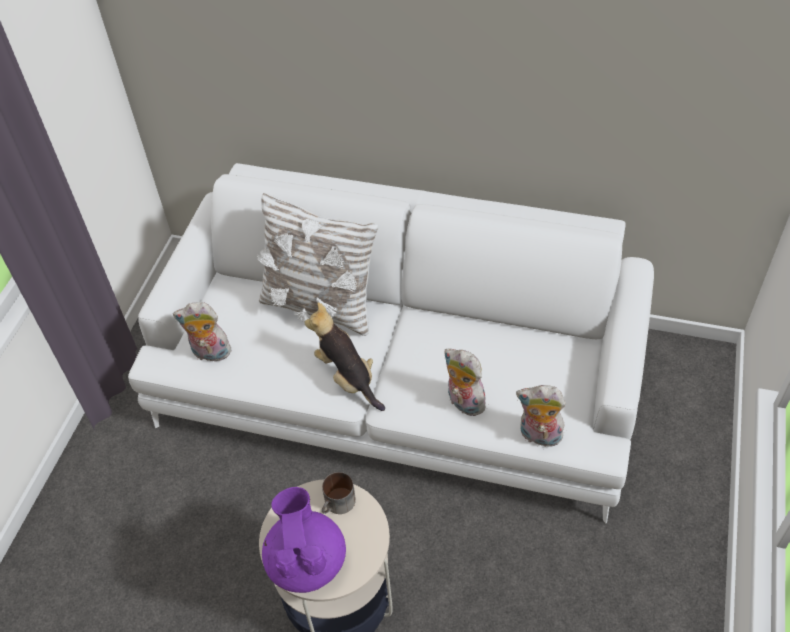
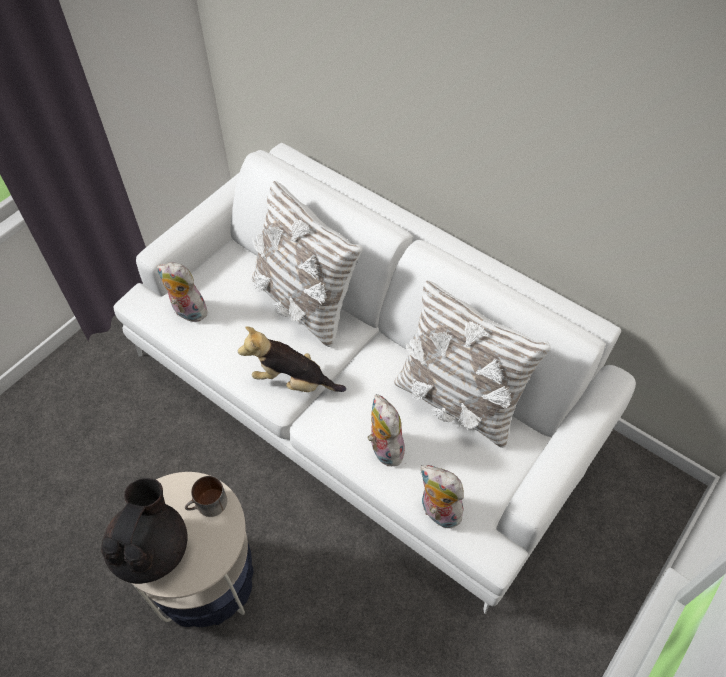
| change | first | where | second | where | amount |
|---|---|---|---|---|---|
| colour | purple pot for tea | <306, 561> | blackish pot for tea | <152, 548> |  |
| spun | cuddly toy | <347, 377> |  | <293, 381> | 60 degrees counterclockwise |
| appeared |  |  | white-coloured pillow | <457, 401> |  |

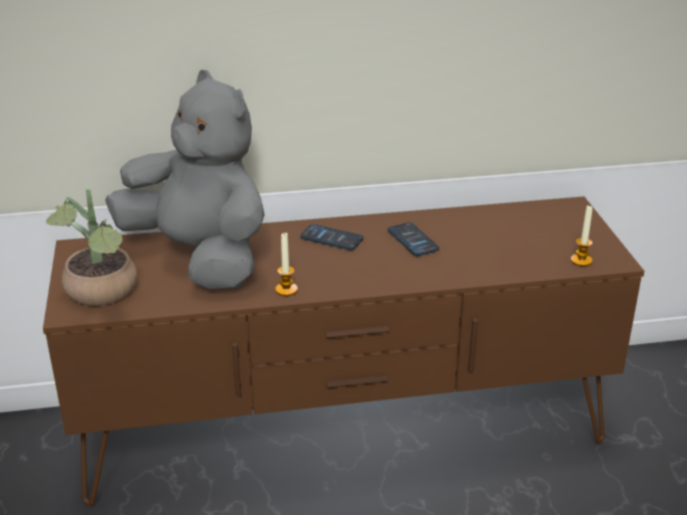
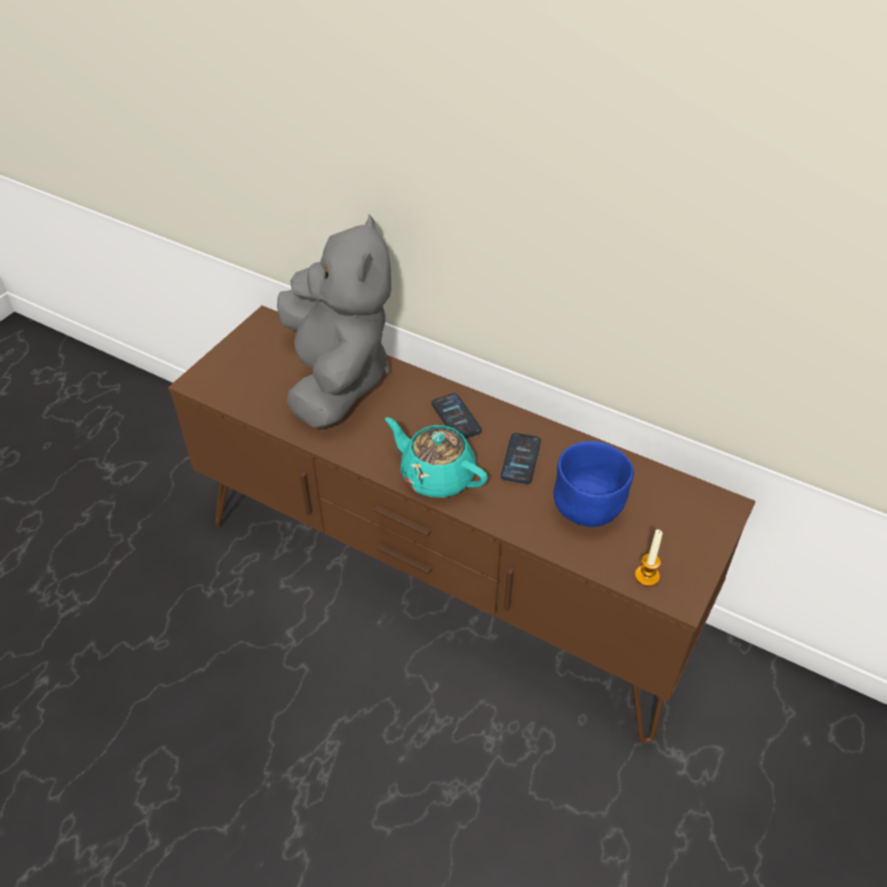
| change | first | where | second | where | amount |
|---|---|---|---|---|---|
| appeared |  |  | turquoise-coloured pot for tea | <436, 476> |  |
| appeared |  |  | bluish bowl | <588, 512> |  |
| missing | plant in a pot | <101, 294> |  |  |  |
| missing | candle | <286, 290> |  |  |  |

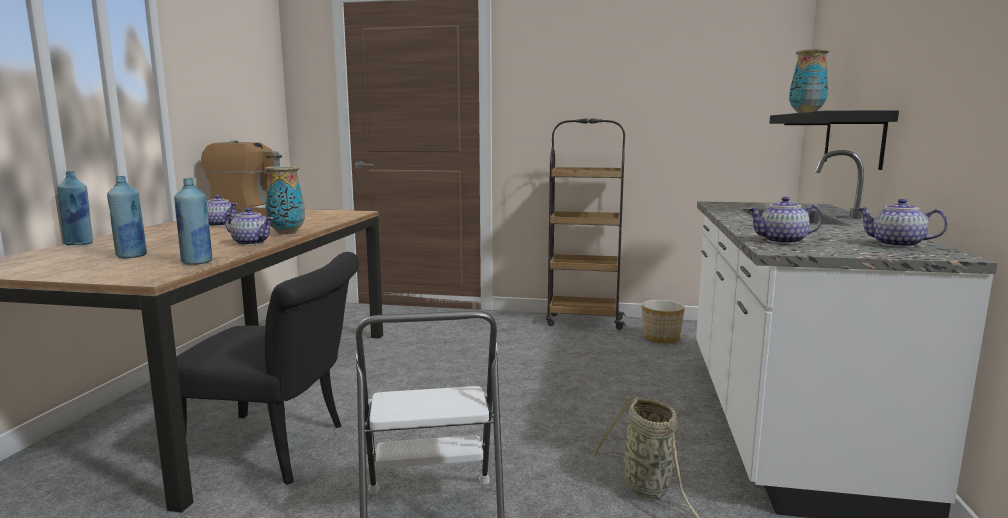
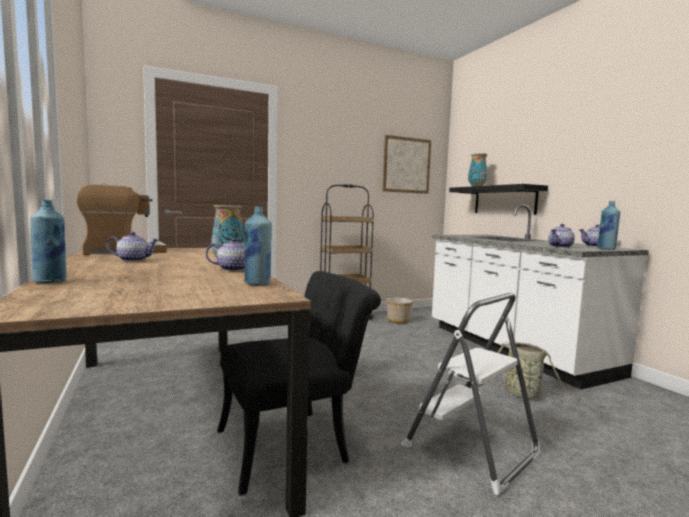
| change | first | where | second | where | amount |
|---|---|---|---|---|---|
| appeared |  |  | picture | <406, 164> |  |
| relocated | bluish beverage bottle | <131, 256> |  | <606, 249> |  |

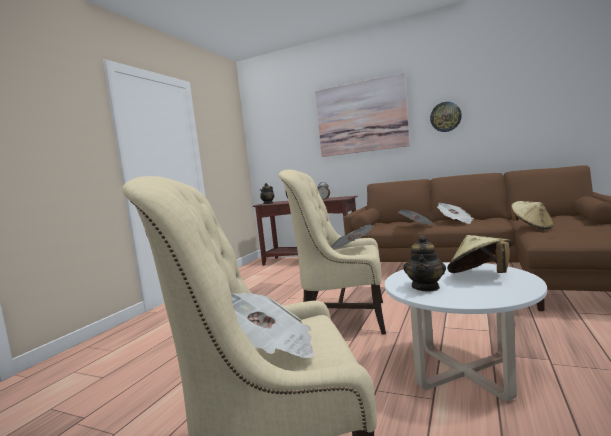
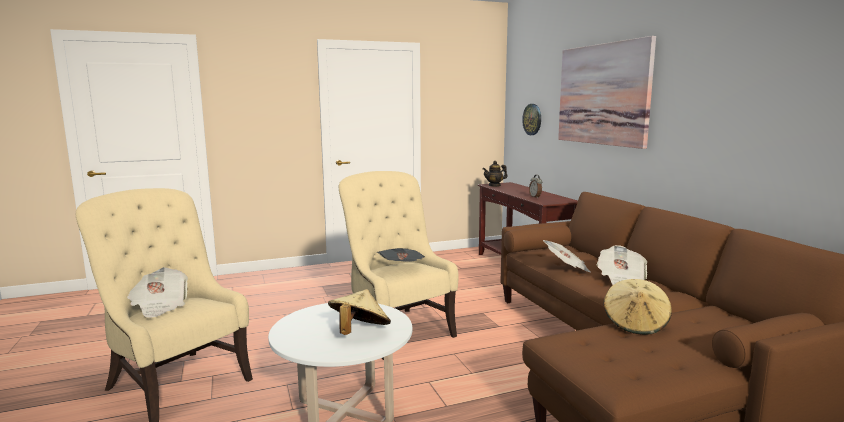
| change | first | where | second | where | amount |
|---|---|---|---|---|---|
| relocated | clock on the wall | <445, 117> |  | <532, 119> |  |
| missing | pot for tea | <426, 287> |  |  |  |

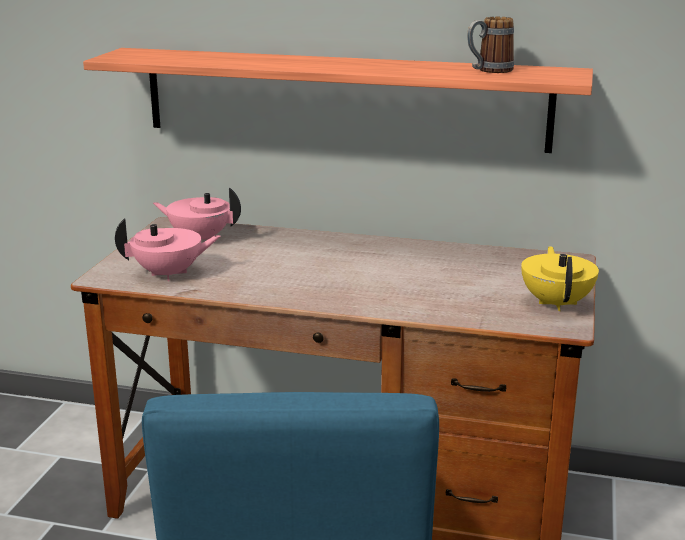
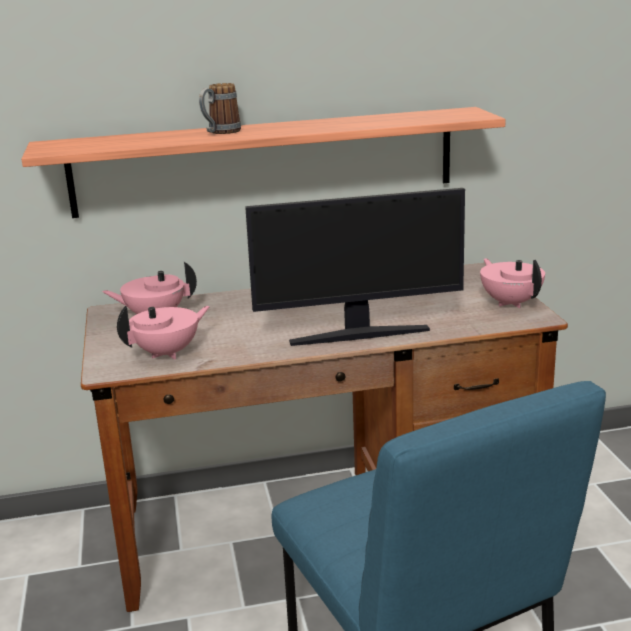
| change | first | where | second | where | amount |
|---|---|---|---|---|---|
| relocated | tea mug | <488, 70> |  | <220, 132> |  |
| appeared |  |  | computer screen | <358, 334> |  |
| colour | yellow pot for tea | <557, 303> | pink-coloured pot for tea | <511, 302> |  |

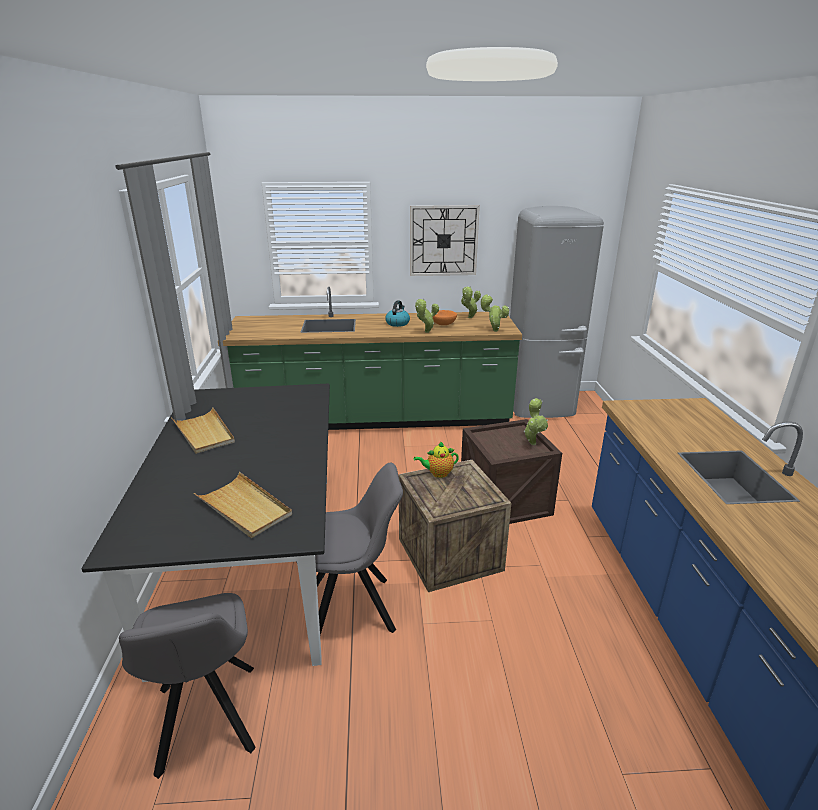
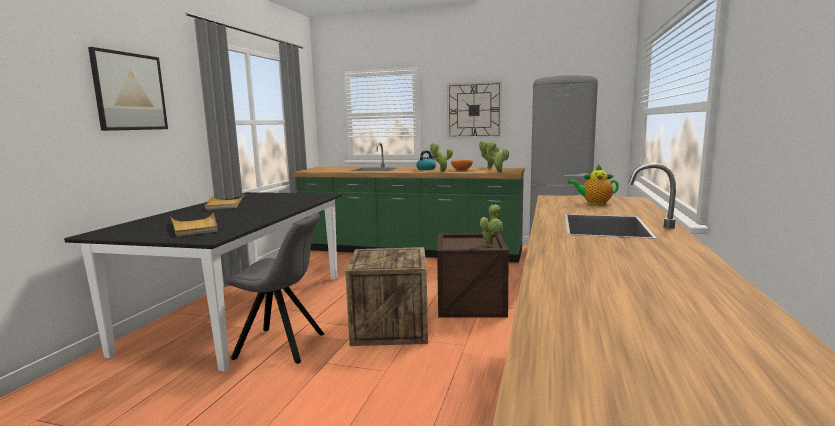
| change | first | where | second | where | amount |
|---|---|---|---|---|---|
| appeared |  |  | picture | <130, 92> |  |
| relocated | pot for tea | <438, 473> |  | <594, 203> |  |
| missing | gray plain chair | <207, 719> |  |  |  |

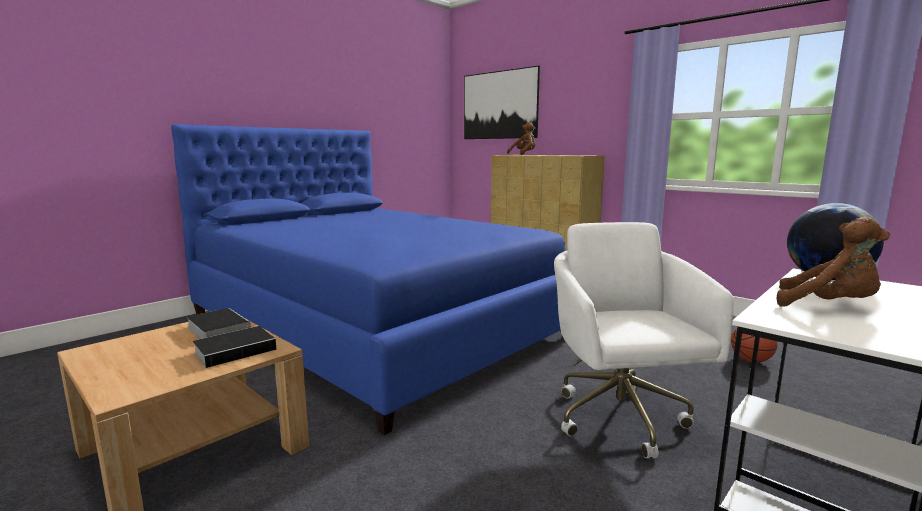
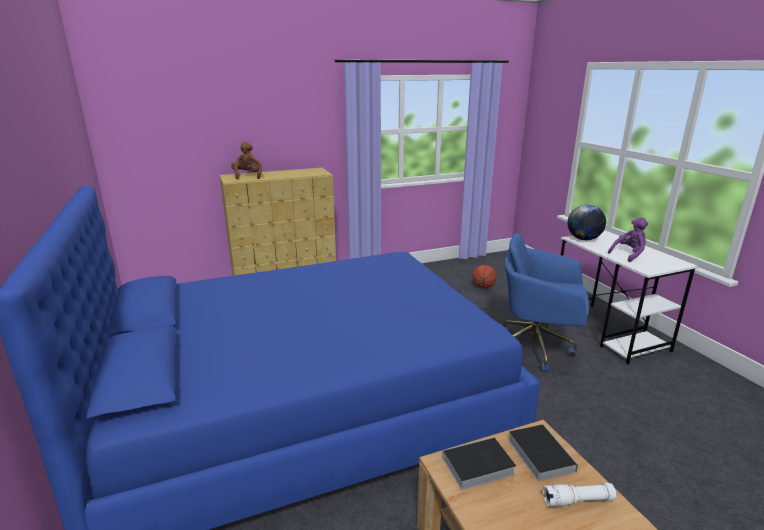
| change | first | where | second | where | amount |
|---|---|---|---|---|---|
| colour | white-coloured office chair | <622, 422> | bluish office chair | <537, 350> |  |
| appeared |  |  | white-coloured flashlight | <577, 501> |  |
| colour | brownish cuddly toy | <828, 306> | purple cuddly toy | <628, 255> |  |
| missing | picture | <499, 105> |  |  |  |

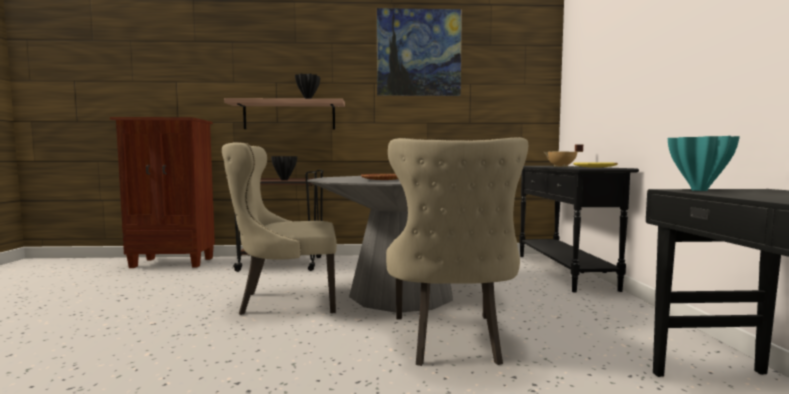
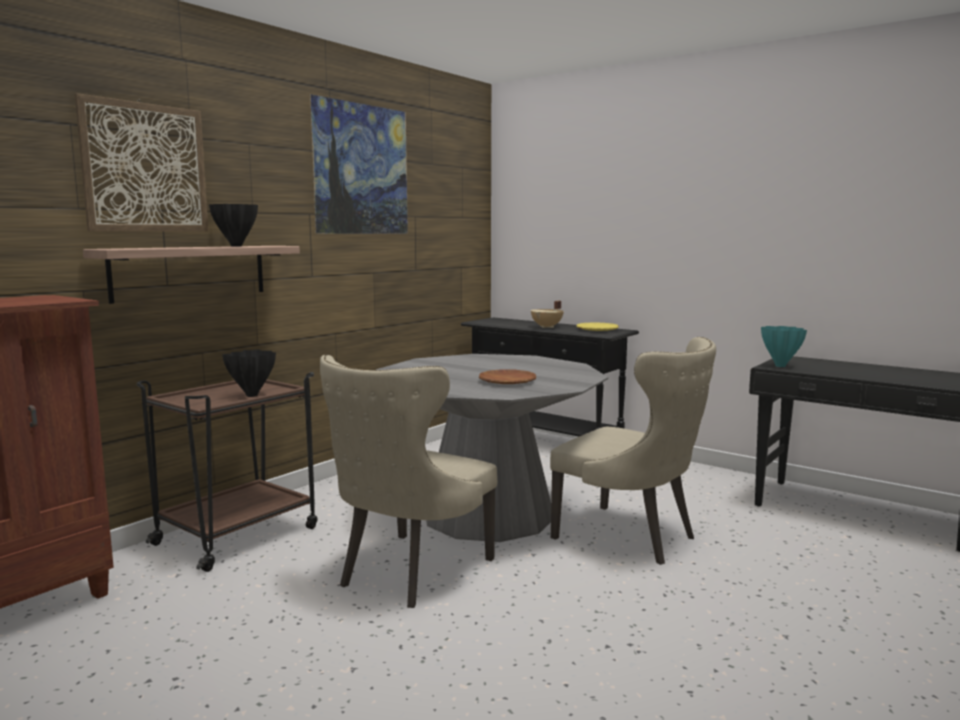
| change | first | where | second | where | amount |
|---|---|---|---|---|---|
| appeared |  |  | picture | <145, 166> |  |

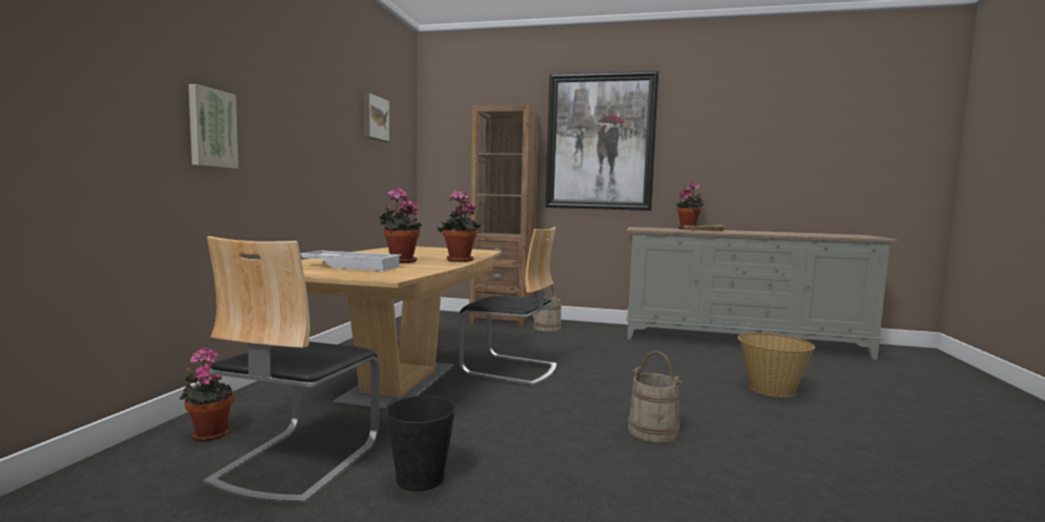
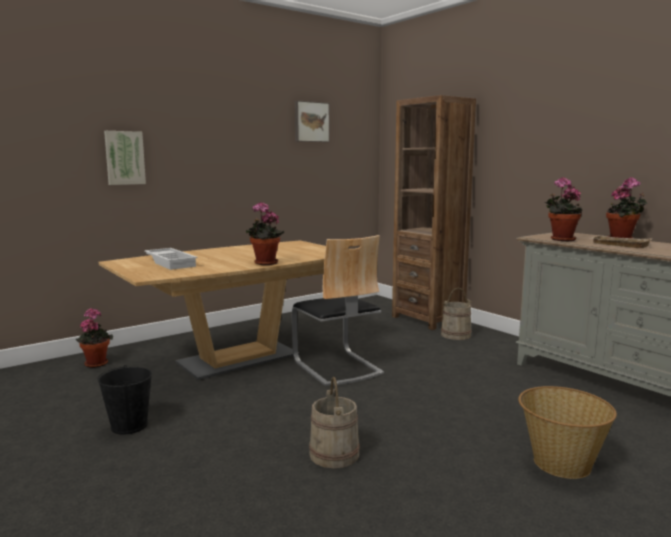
| change | first | where | second | where | amount |
|---|---|---|---|---|---|
| relocated | plant in a pot | <399, 261> |  | <560, 239> |  |
| missing | plain chair | <296, 461> |  |  |  |
| missing | picture | <600, 142> |  |  |  |

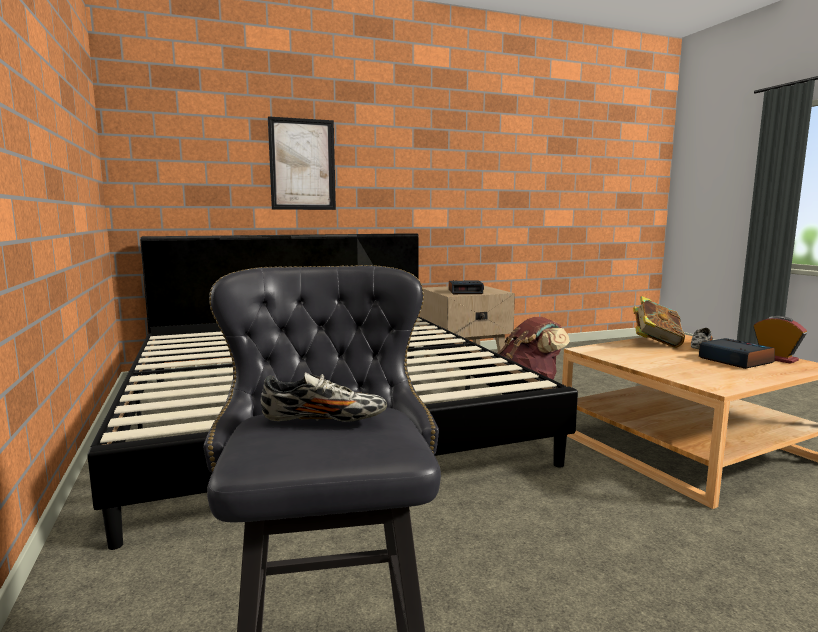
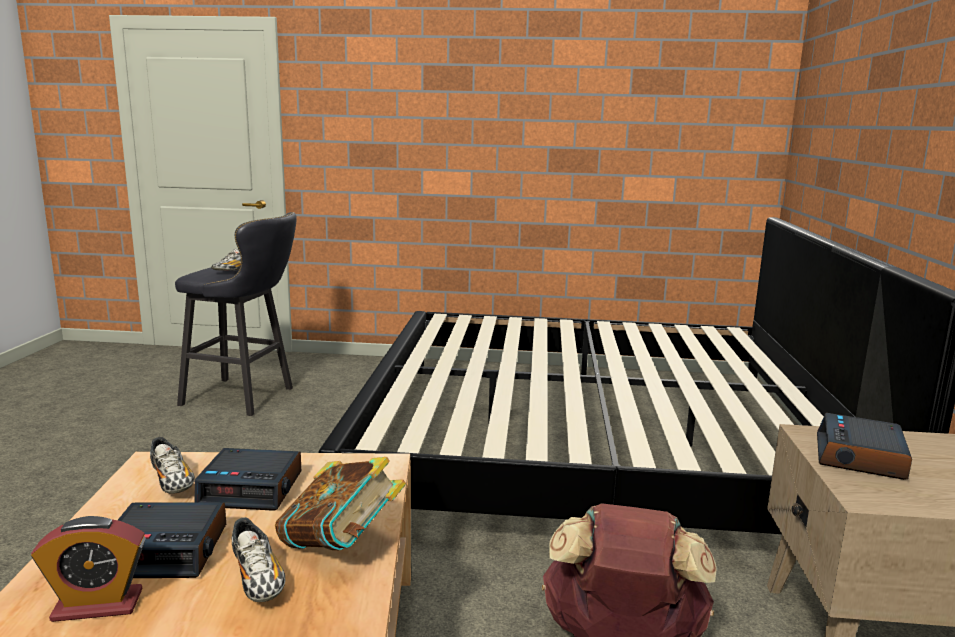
| change | first | where | second | where | amount |
|---|---|---|---|---|---|
| appeared |  |  | low shoe | <172, 482> |  |
| appeared |  |  | alarm clock | <252, 489> |  |
| missing | picture | <302, 164> |  |  |  |

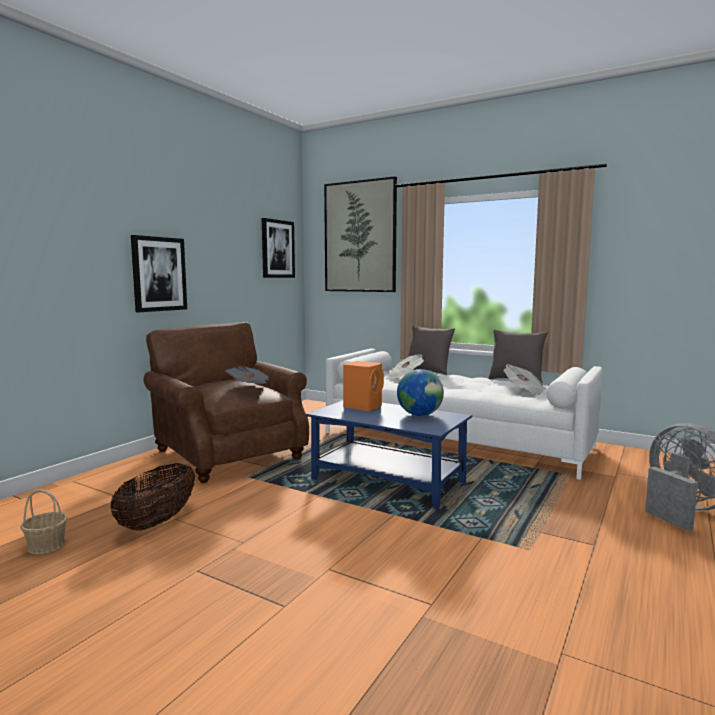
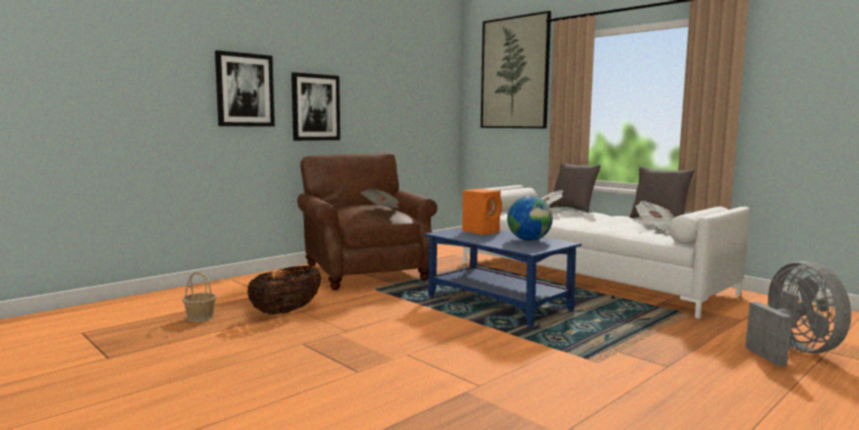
| change | first | where | second | where | amount |
|---|---|---|---|---|---|
| relocated | picture | <277, 249> |  | <245, 90> |  |

